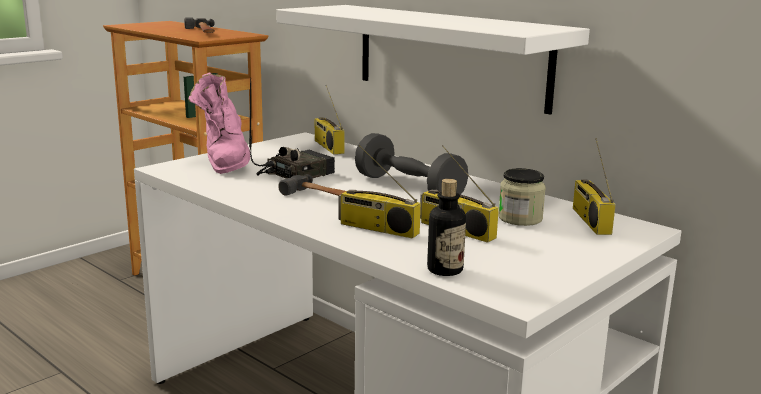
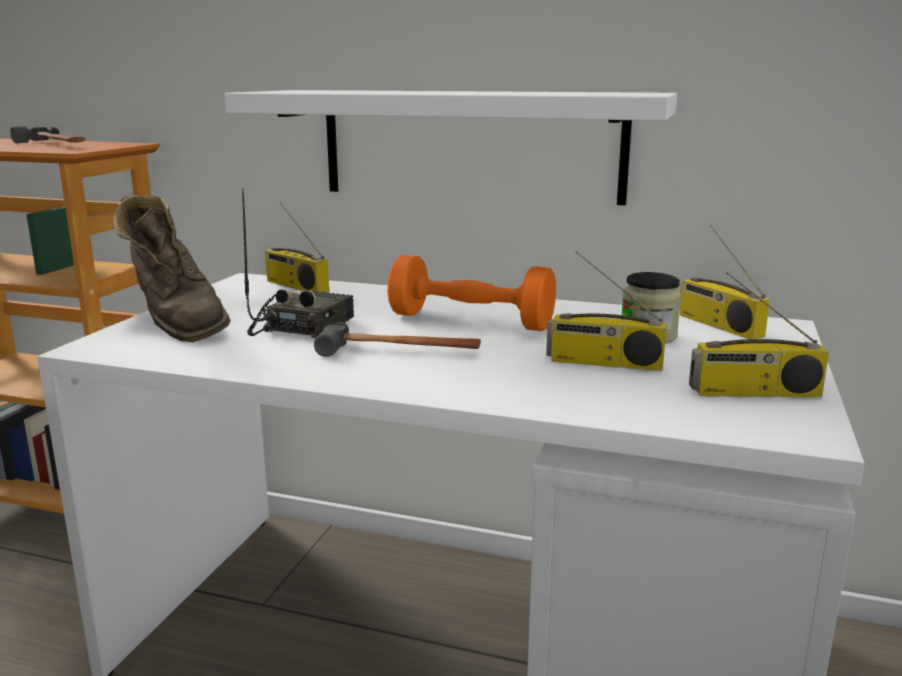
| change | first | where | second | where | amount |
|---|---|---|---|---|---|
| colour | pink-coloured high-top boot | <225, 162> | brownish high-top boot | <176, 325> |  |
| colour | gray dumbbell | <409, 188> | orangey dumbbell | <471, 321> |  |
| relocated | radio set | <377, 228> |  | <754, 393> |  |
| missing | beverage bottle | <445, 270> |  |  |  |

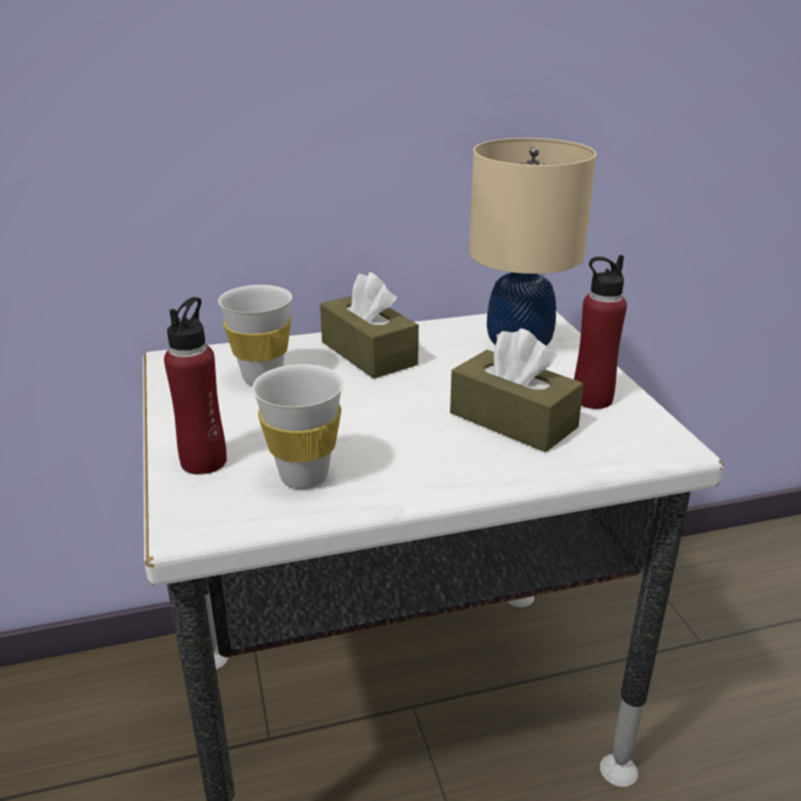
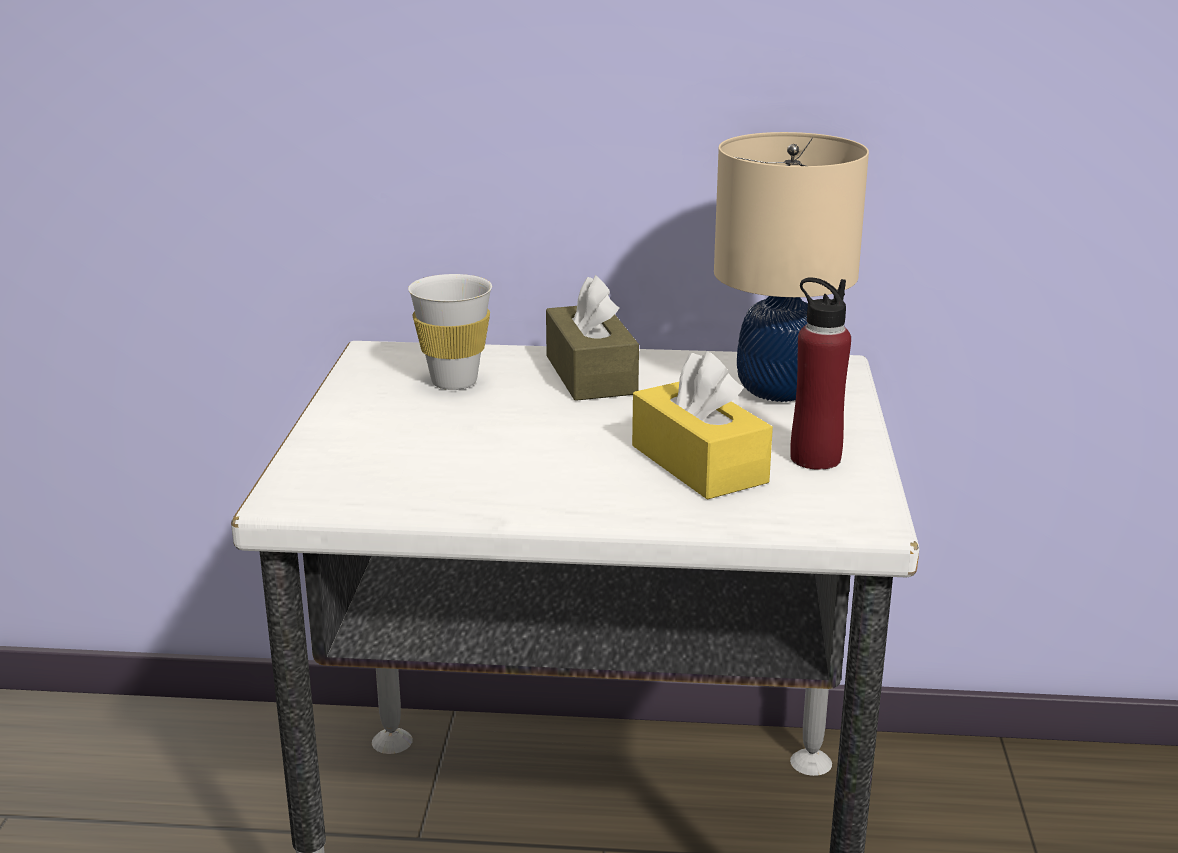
| change | first | where | second | where | amount |
|---|---|---|---|---|---|
| colour | brownish box of tissues | <513, 420> | yellow box of tissues | <698, 464> |  |
| missing | reddish beverage bottle | <204, 461> |  |  |  |
| missing | white-coloured drinking cup | <304, 476> |  |  |  |

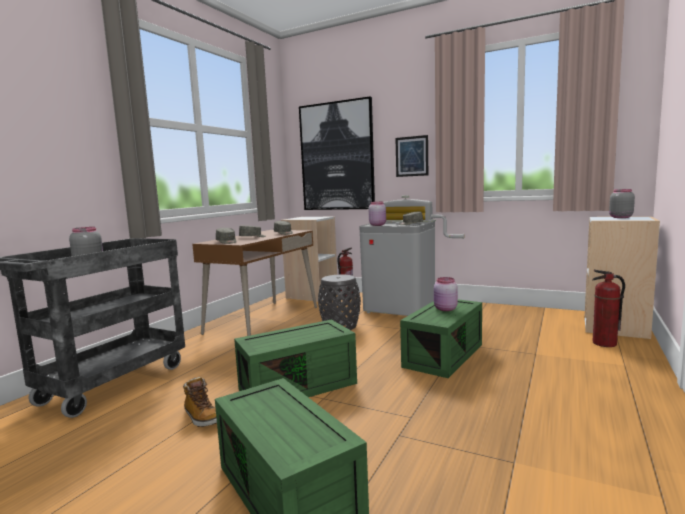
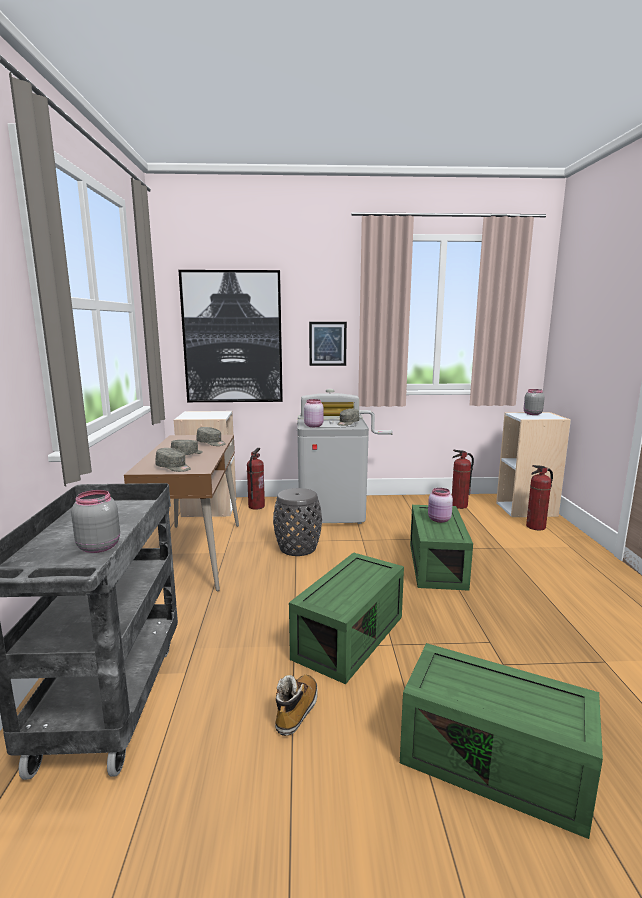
| change | first | where | second | where | amount |
|---|---|---|---|---|---|
| spun | high-top boot | <201, 417> |  | <297, 710> | 90 degrees counterclockwise |
| appeared |  |  | extinguisher | <459, 506> |  |

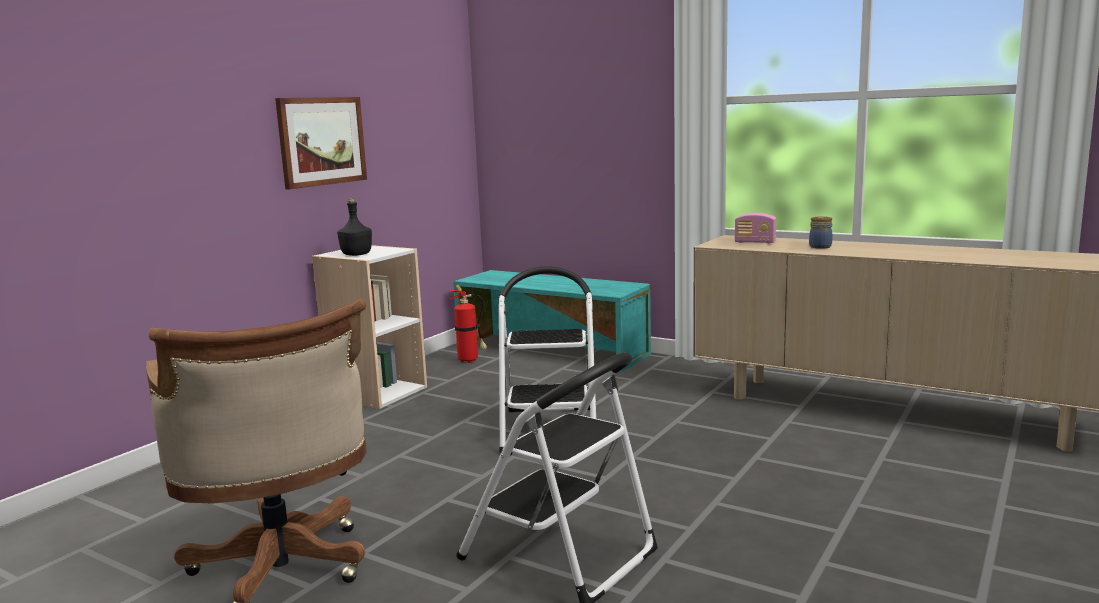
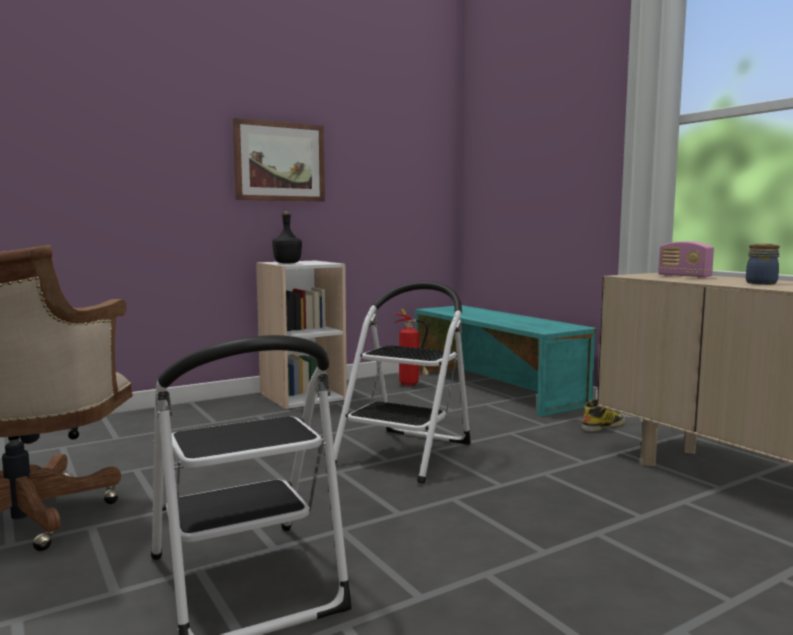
| change | first | where | second | where | amount |
|---|---|---|---|---|---|
| appeared |  |  | high-top boot | <603, 426> |  |

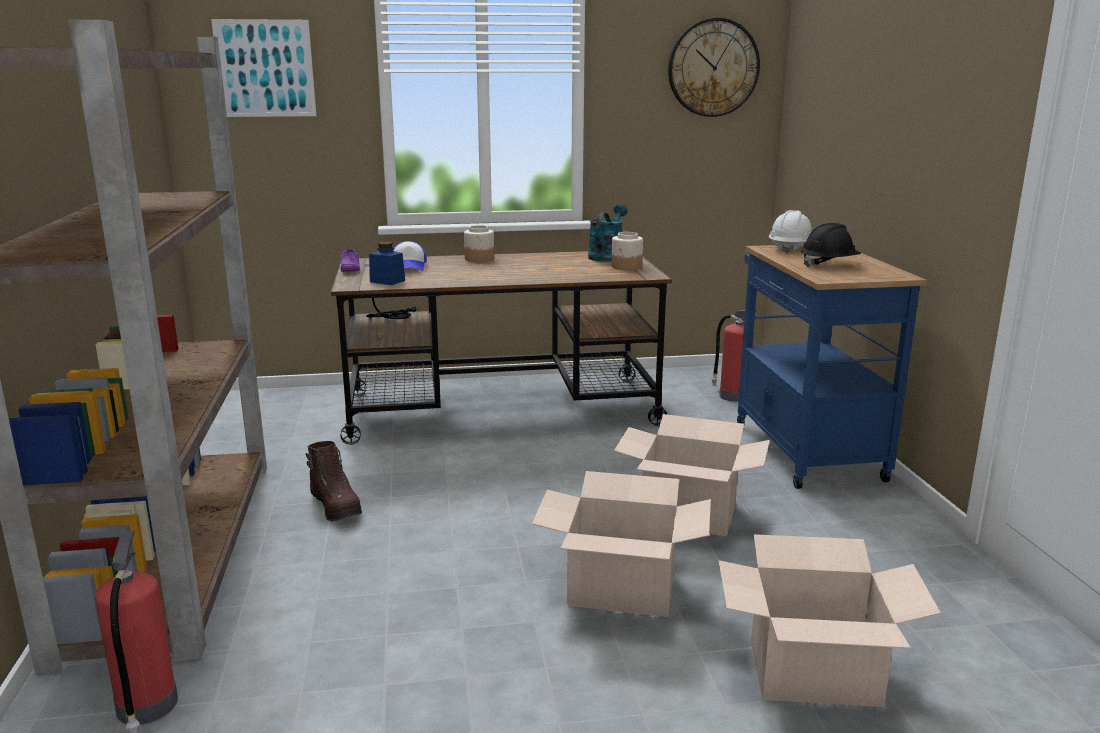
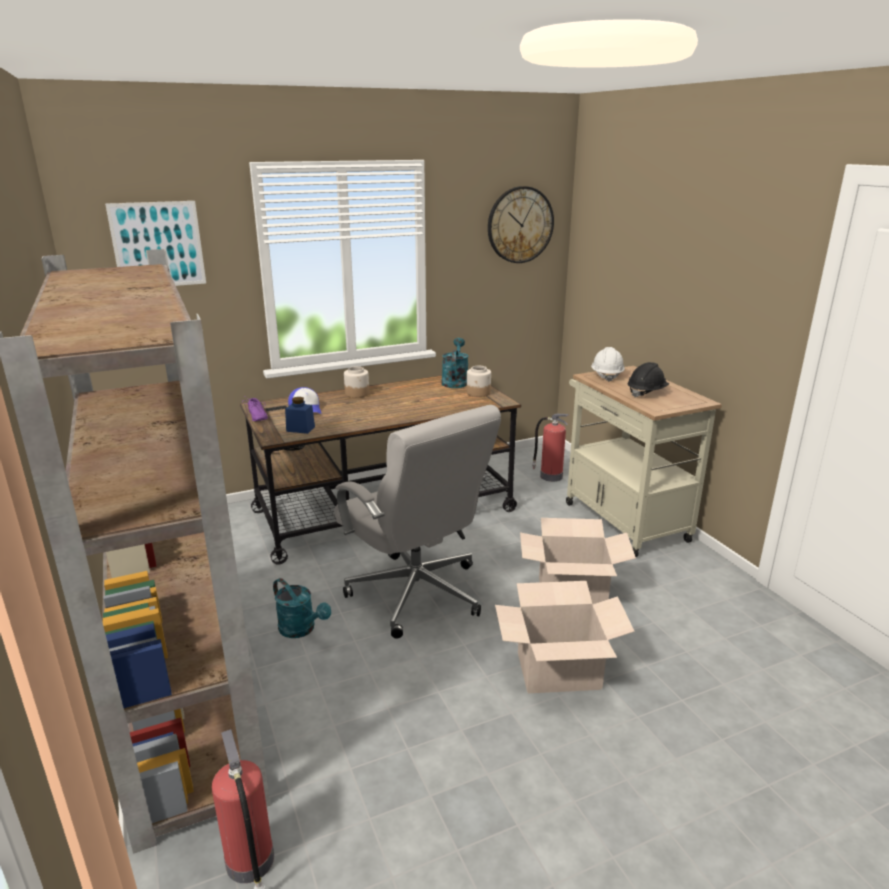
| change | first | where | second | where | amount |
|---|---|---|---|---|---|
| exchanged | brownish high-top boot | <336, 506> | turquoise-coloured sprinkling can | <301, 629> |  |
| appeared |  |  | gray office chair | <416, 592> |  |
| colour | bluish trolley | <805, 450> | sand-coloured trolley | <623, 520> |  |
| missing | cardboard box | <814, 672> |  |  |  |

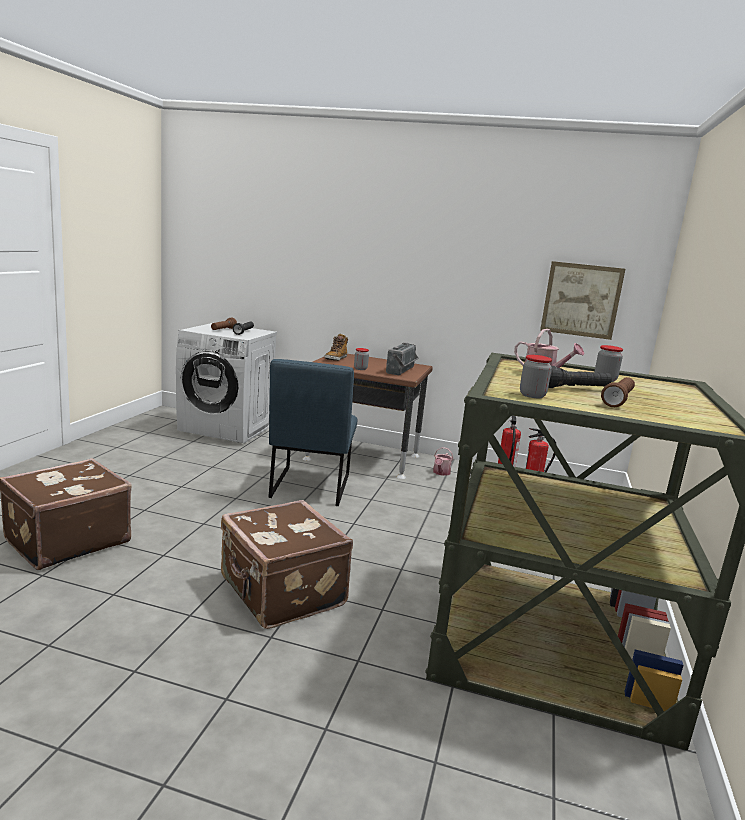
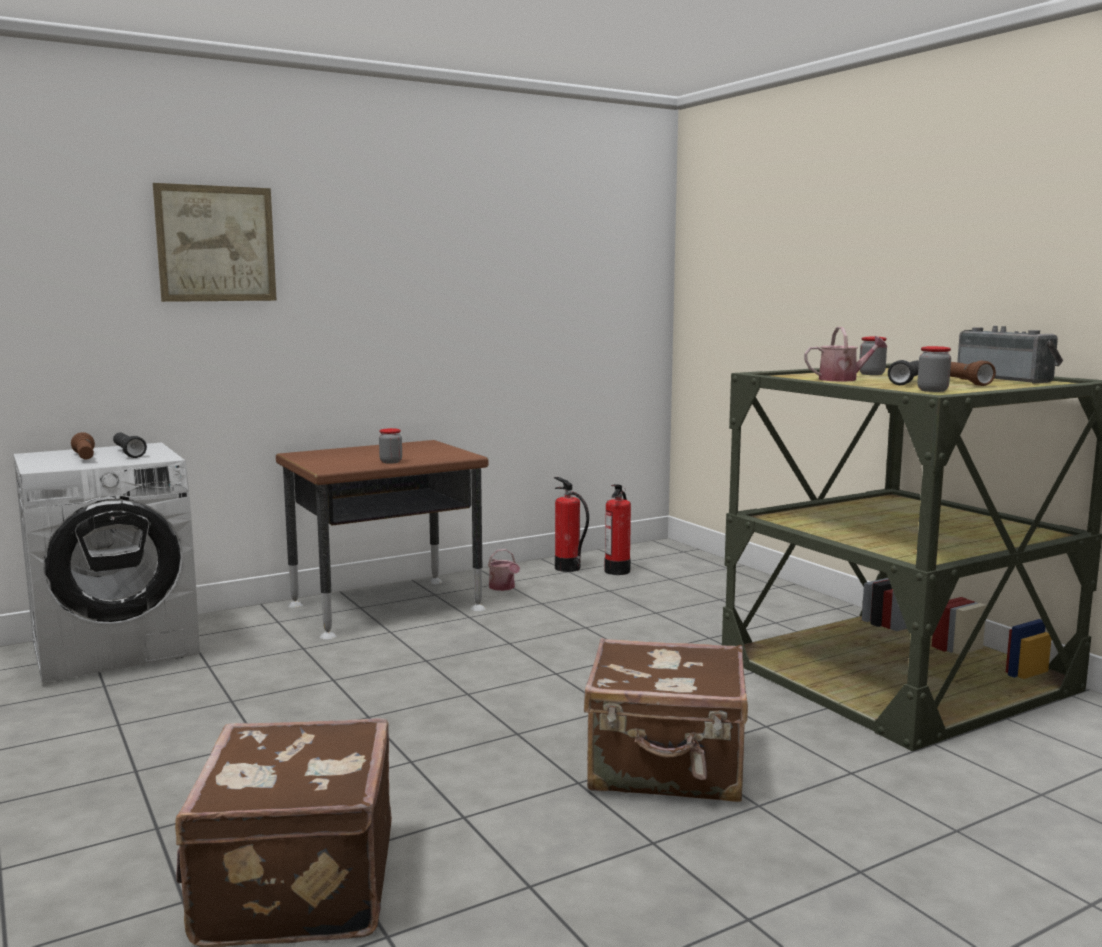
| change | first | where | second | where | amount |
|---|---|---|---|---|---|
| relocated | picture | <581, 300> |  | <216, 244> |  |
| relocated | radio set | <402, 371> |  | <1007, 379> |  |
| missing | bluish plain chair | <309, 486> |  |  |  |
| missing | high-top boot | <335, 359> |  |  |  |

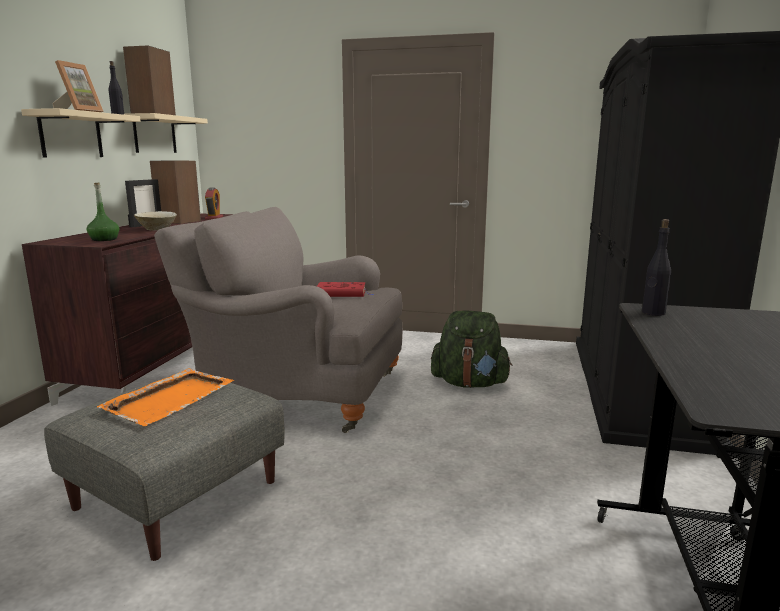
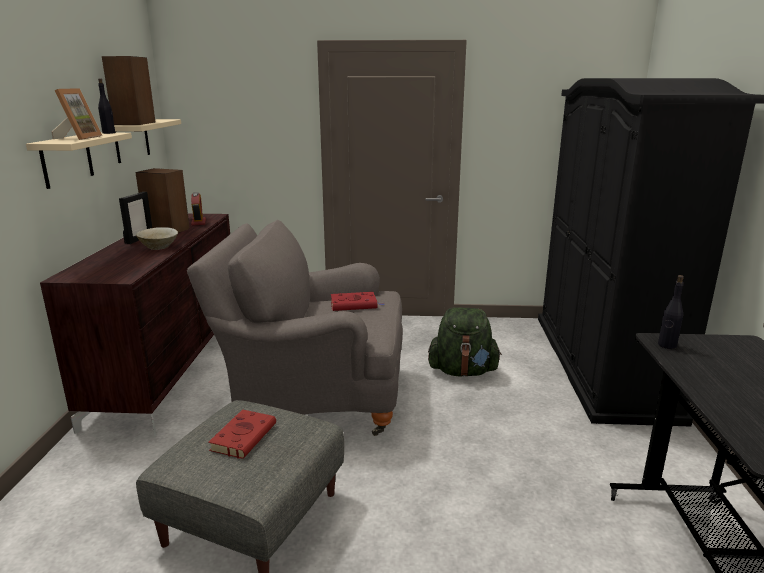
| change | first | where | second | where | amount |
|---|---|---|---|---|---|
| exchanged | orangey serving tray | <171, 399> | reddish bound book | <244, 436> |  |
| missing | greenish beverage bottle | <104, 239> |  |  |  |

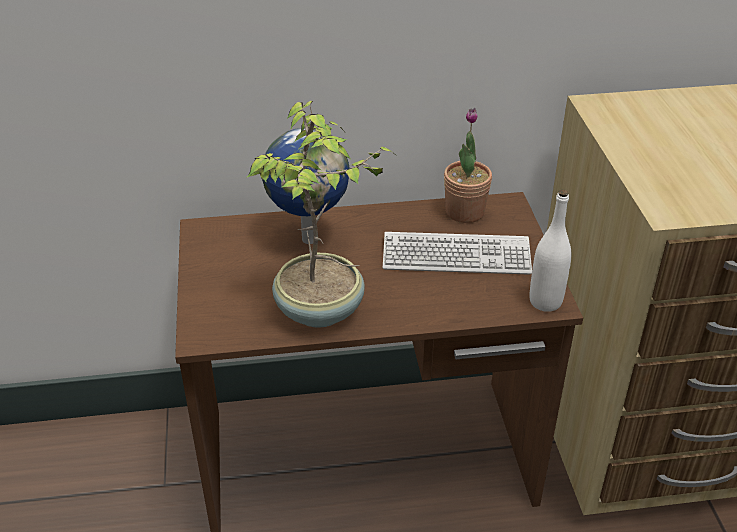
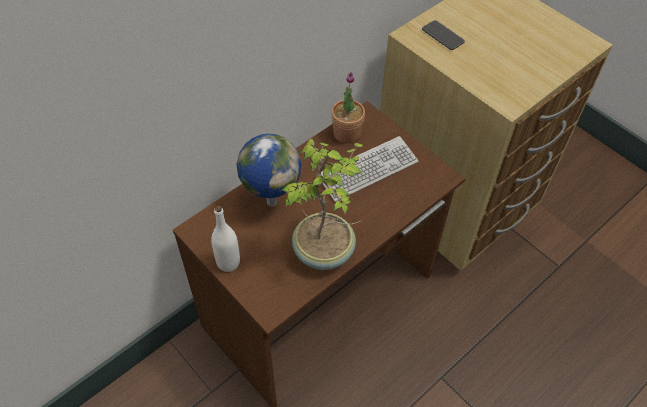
| change | first | where | second | where | amount |
|---|---|---|---|---|---|
| relocated | white-coloured beverage bottle | <545, 301> |  | <228, 262> |  |
| appeared |  |  | handset | <443, 36> |  |

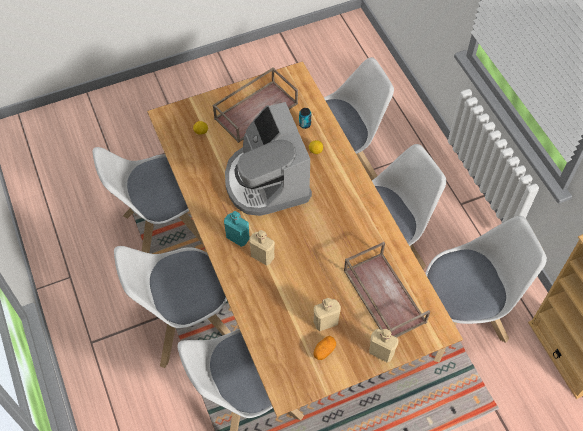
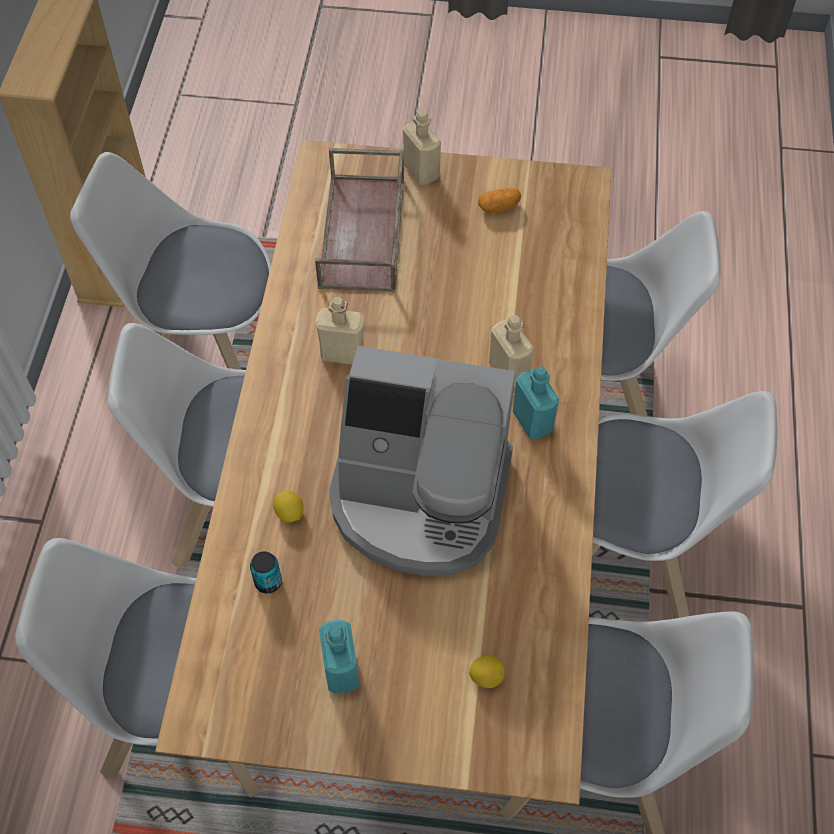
| change | first | where | second | where | amount |
|---|---|---|---|---|---|
| relocated | sand-coloured beverage bottle | <326, 322> |  | <342, 354> |  |
| exchanged | brownish serving tray | <256, 110> | turquoise-coloured beverage bottle | <341, 670> |  |
| spun | coffee brewer | <266, 181> |  | <420, 498> | 90 degrees clockwise |

